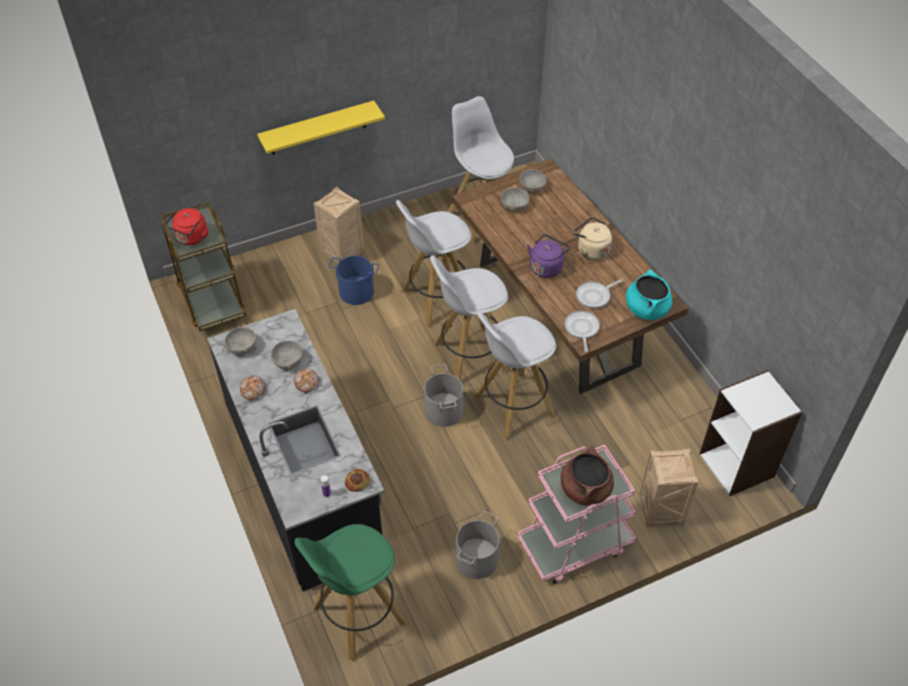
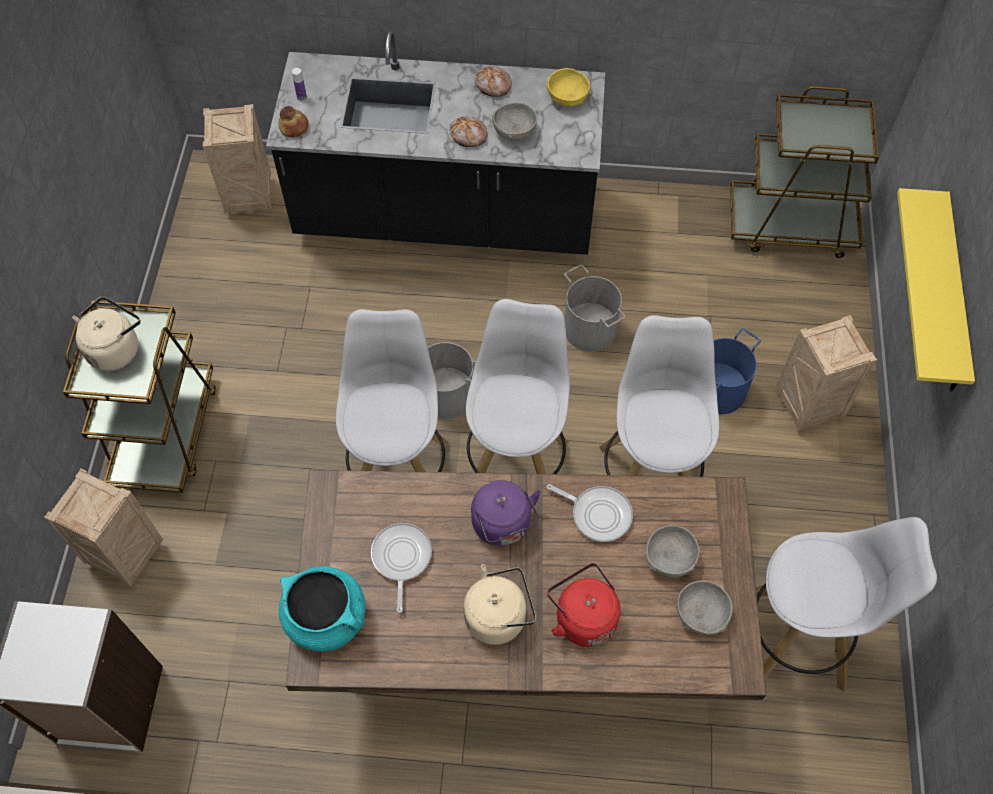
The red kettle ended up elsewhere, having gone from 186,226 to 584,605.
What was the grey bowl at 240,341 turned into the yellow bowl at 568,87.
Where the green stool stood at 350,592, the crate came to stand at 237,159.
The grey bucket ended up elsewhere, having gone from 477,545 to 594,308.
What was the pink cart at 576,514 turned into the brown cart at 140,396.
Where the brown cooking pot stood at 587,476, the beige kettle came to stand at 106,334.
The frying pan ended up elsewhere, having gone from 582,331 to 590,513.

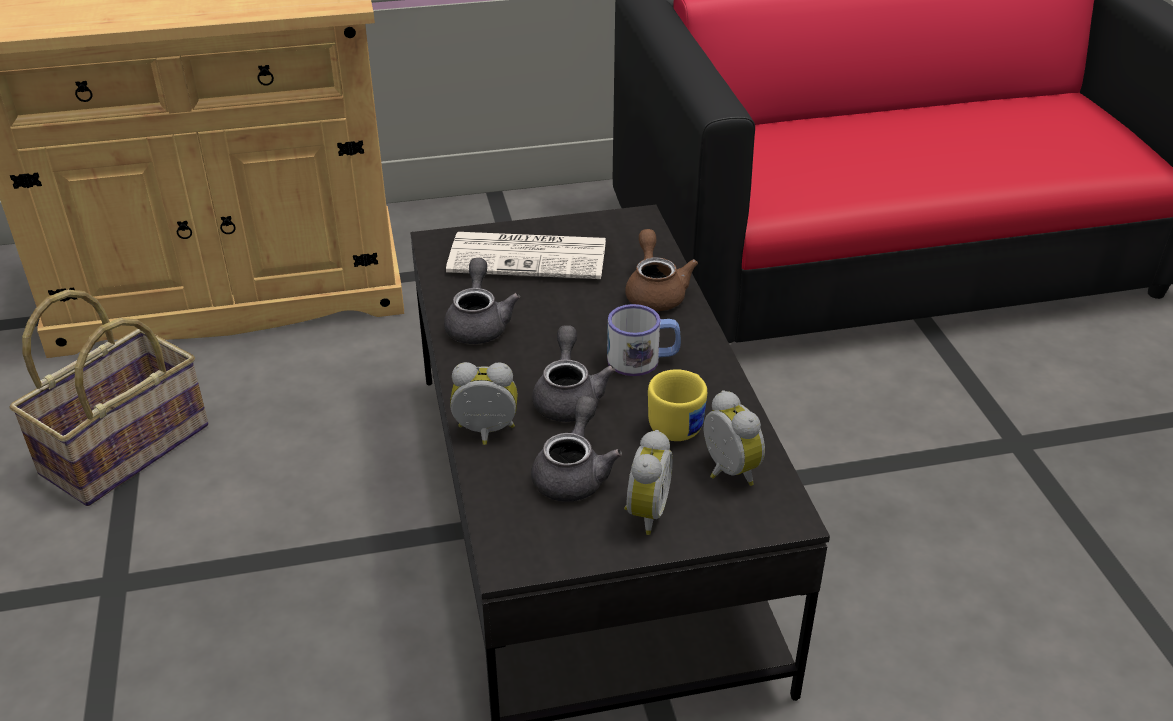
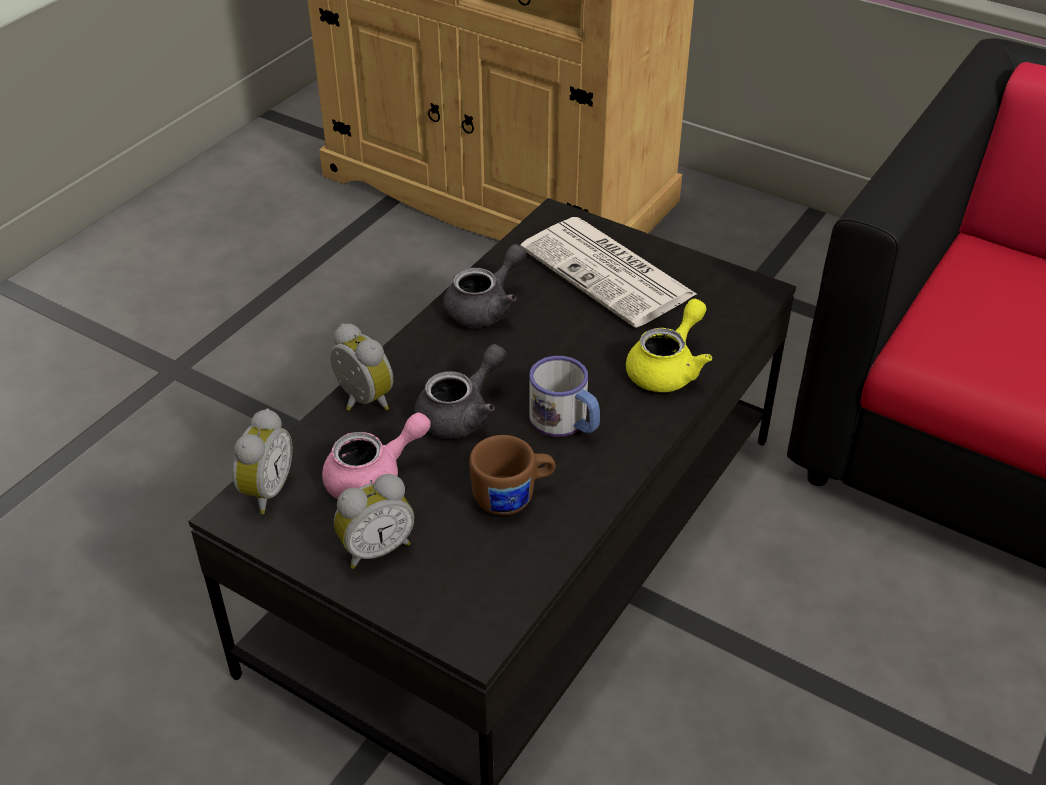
The second view lost the basket at 108,398.
What was the grey teapot at 576,449 turned into the pink teapot at 376,456.
What was the brown teapot at 662,270 turned into the yellow teapot at 669,345.
What was the yellow mug at 677,405 turned into the brown mug at 512,475.
The alarm clock ended up elsewhere, having gone from 734,438 to 262,461.

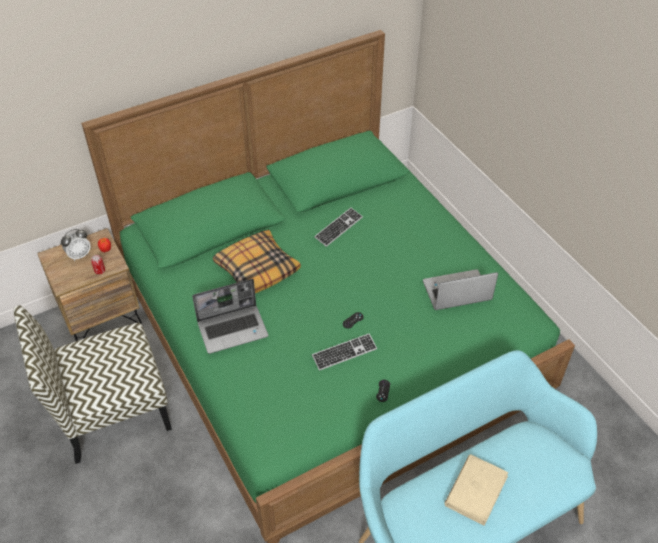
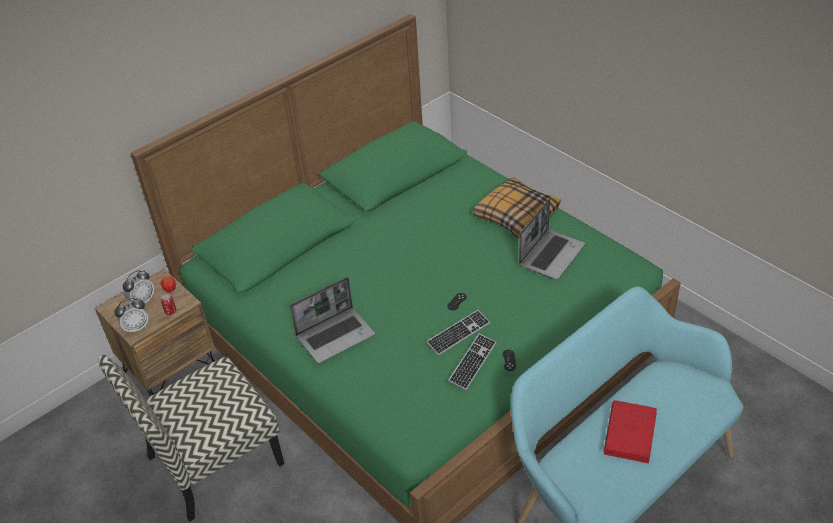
The pillow ended up elsewhere, having gone from 257,261 to 517,207.
The keyboard ended up elsewhere, having gone from 338,227 to 472,362.
The laptop at 460,289 ended up facing another way, 150 degrees clockwise from before.
What was the beige book at 476,490 turned into the red book at 630,432.
The second view gained the alarm clock at 131,316.

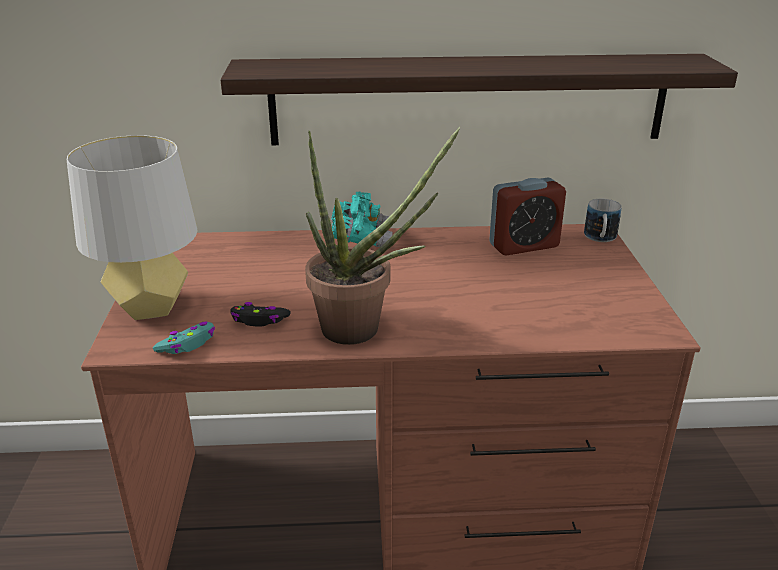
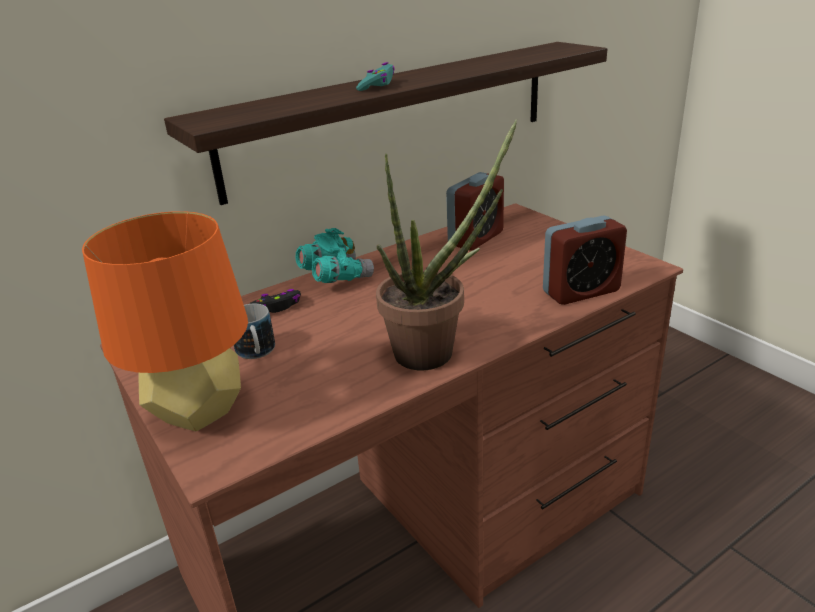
What was the grey table lamp at 132,227 turned into the orange table lamp at 165,321.
The turquoise game controller ended up elsewhere, having gone from 184,337 to 375,76.
The black game controller ended up elsewhere, having gone from 261,314 to 275,301.
The mug ended up elsewhere, having gone from 602,220 to 254,331.
The second view gained the alarm clock at 585,260.

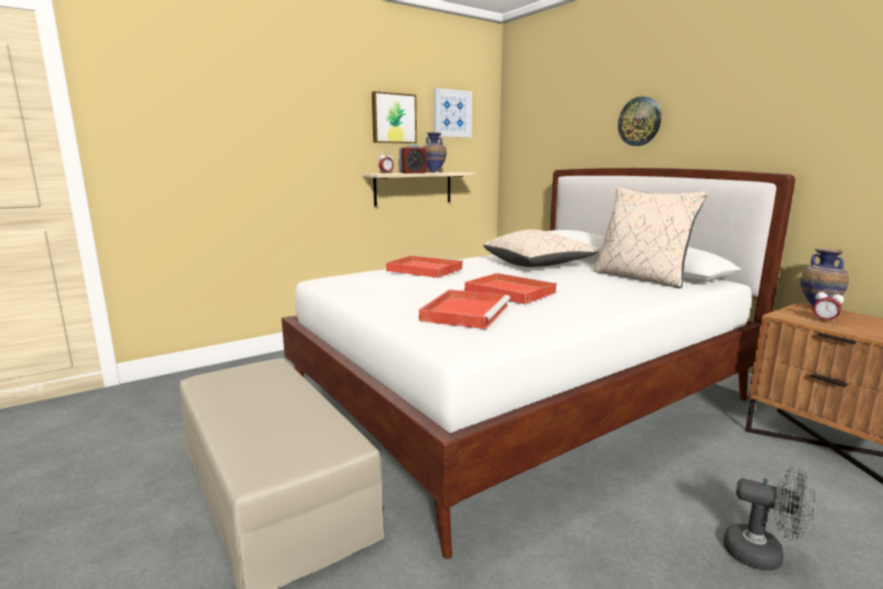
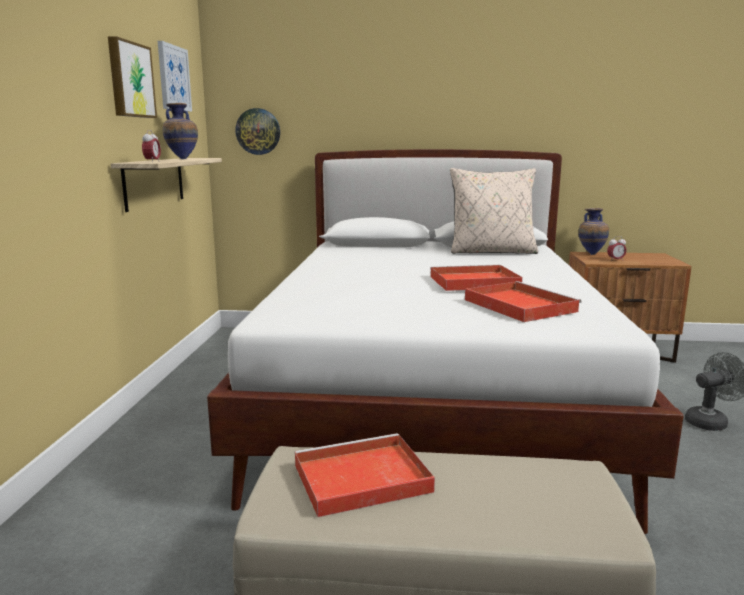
The red tray ended up elsewhere, having gone from 424,266 to 364,475.
The second view lost the alarm clock at 412,158.
The second view lost the beige pillow at 541,248.
The wall clock ended up elsewhere, having gone from 639,121 to 257,131.

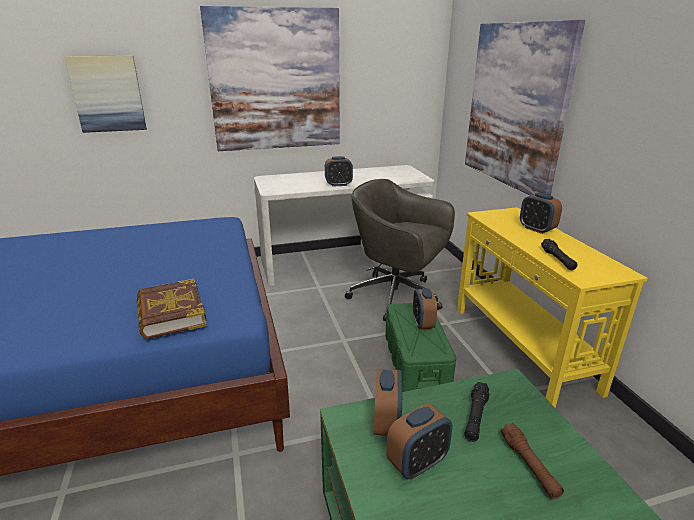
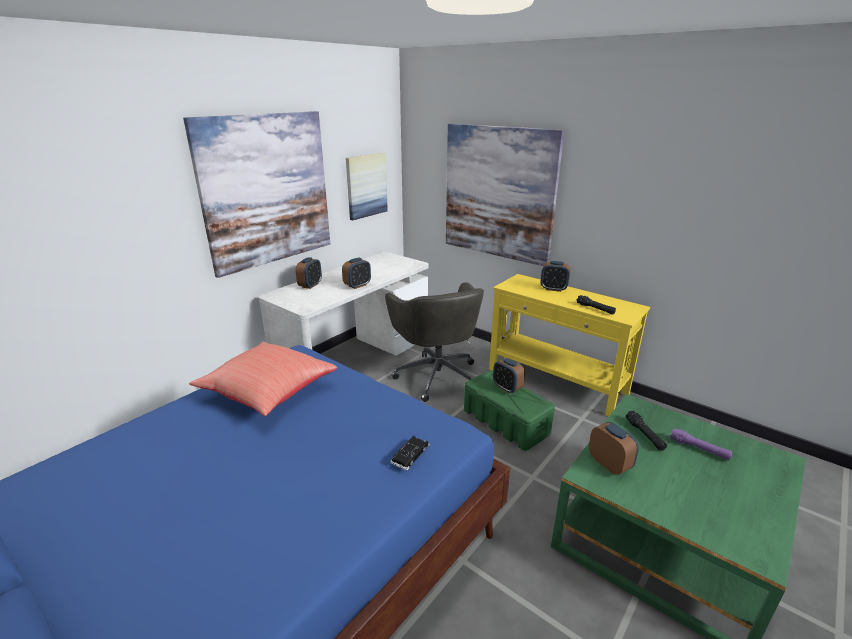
The picture ended up elsewhere, having gone from 105,94 to 367,186.
Where the book stood at 172,309, the black toy car came to stand at 410,453.
The grey office chair at 400,250 ended up facing another way, 105 degrees counterclockwise from before.
The alarm clock ended up elsewhere, having gone from 419,441 to 308,273.
What was the brown flashlight at 532,461 turned into the purple flashlight at 701,444.
The second view gained the red pillow at 263,379.

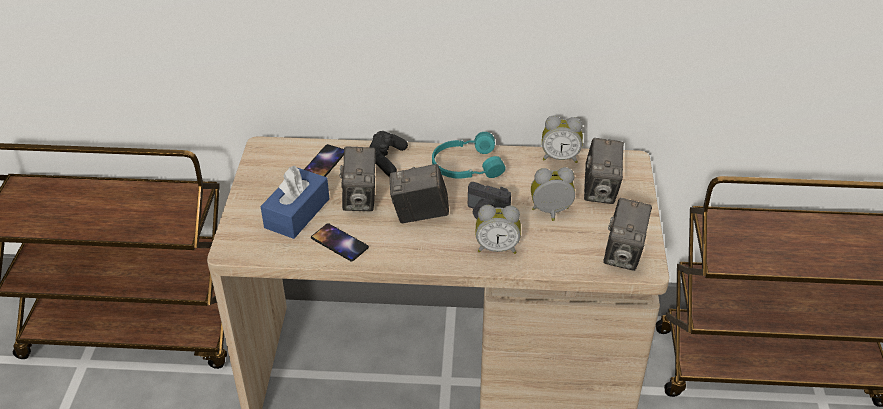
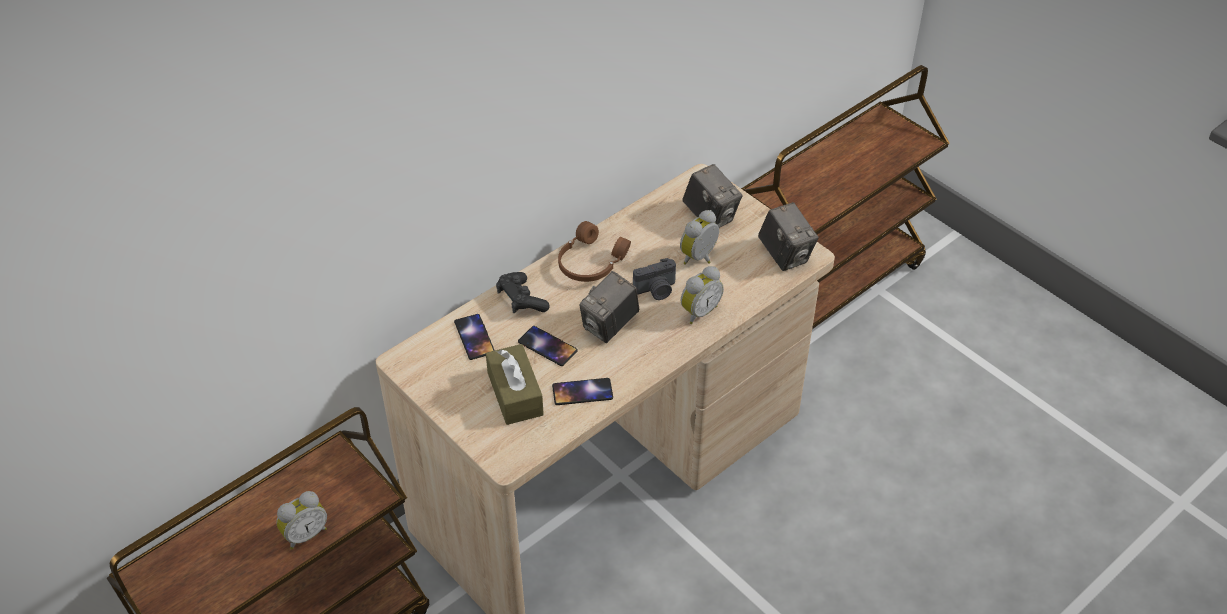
What was the blue tissue box at 295,202 turned into the brown tissue box at 515,384.
Where the photo camera stood at 357,179, the phone came to stand at 548,346.
What was the turquoise headphones at 469,155 turned into the brown headphones at 594,251.
The alarm clock ended up elsewhere, having gone from 562,139 to 301,520.

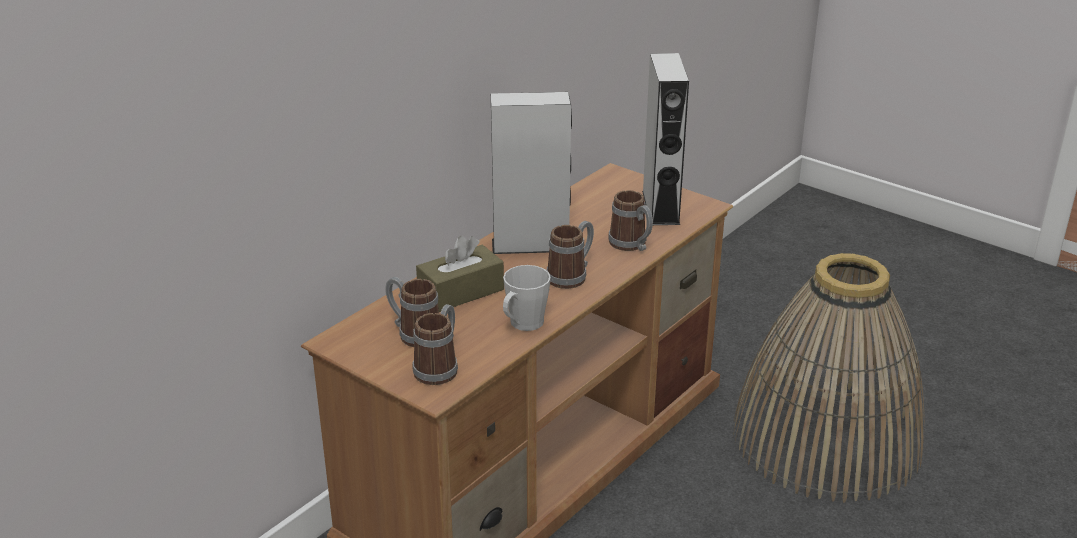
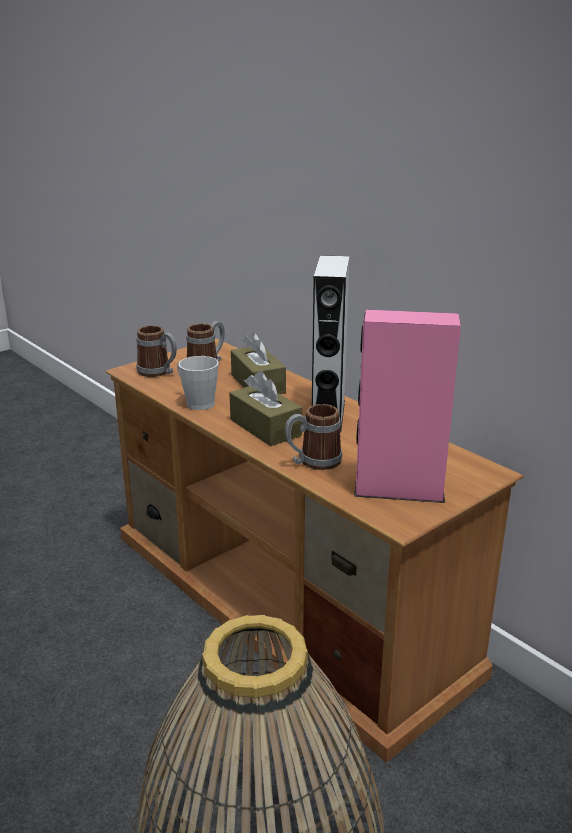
Where the mug stood at 570,255, the brown tissue box came to stand at 266,408.
What was the grey speaker at 665,139 turned into the pink speaker at 407,406.

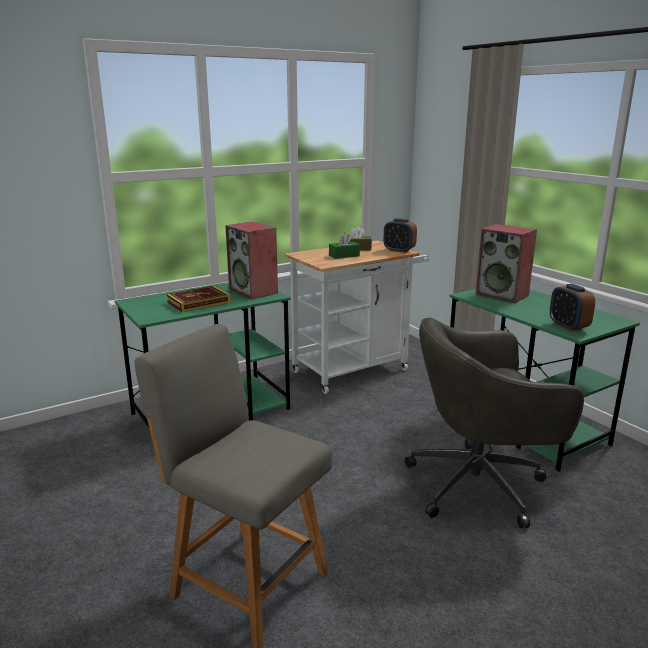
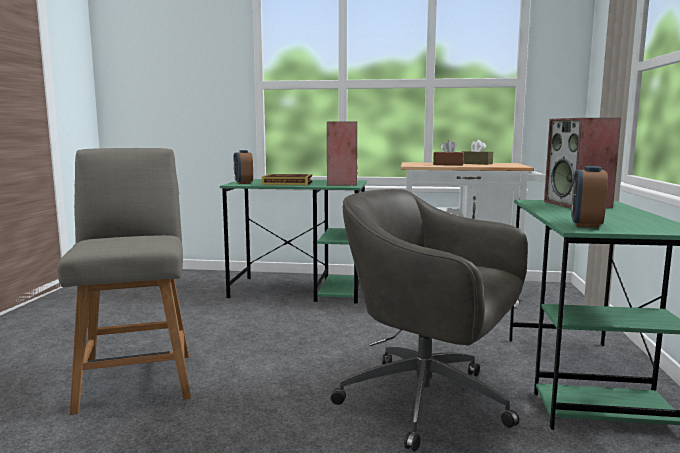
What was the green tissue box at 344,246 turned into the brown tissue box at 448,152.
The alarm clock ended up elsewhere, having gone from 400,235 to 243,167.

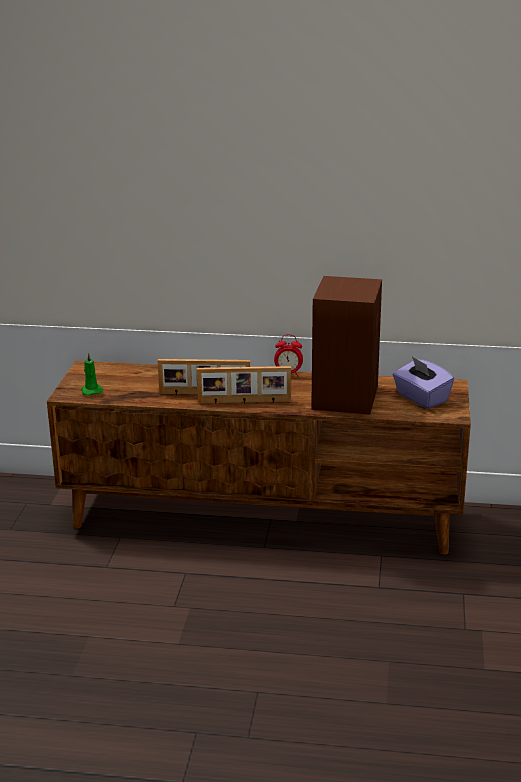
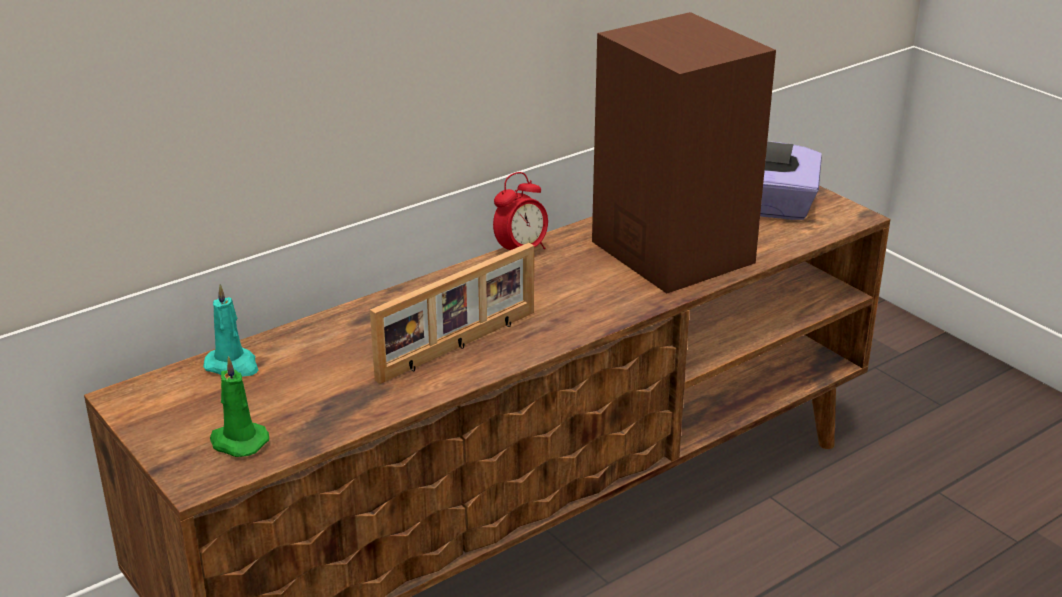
The second view lost the picture frame at 244,385.
The second view gained the turquoise candle at 230,330.

